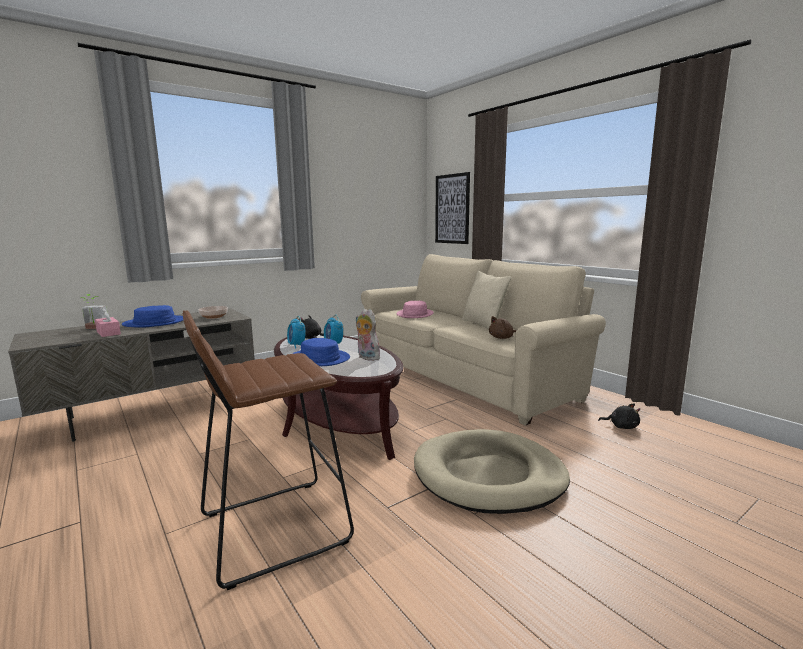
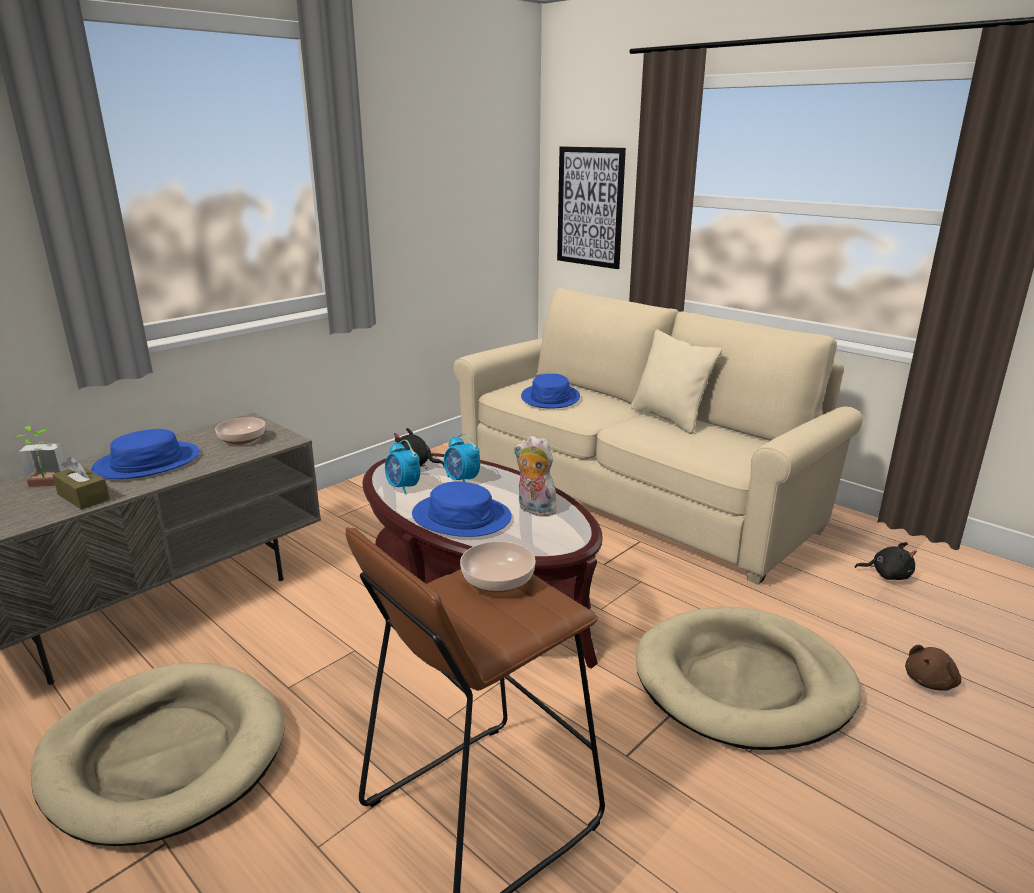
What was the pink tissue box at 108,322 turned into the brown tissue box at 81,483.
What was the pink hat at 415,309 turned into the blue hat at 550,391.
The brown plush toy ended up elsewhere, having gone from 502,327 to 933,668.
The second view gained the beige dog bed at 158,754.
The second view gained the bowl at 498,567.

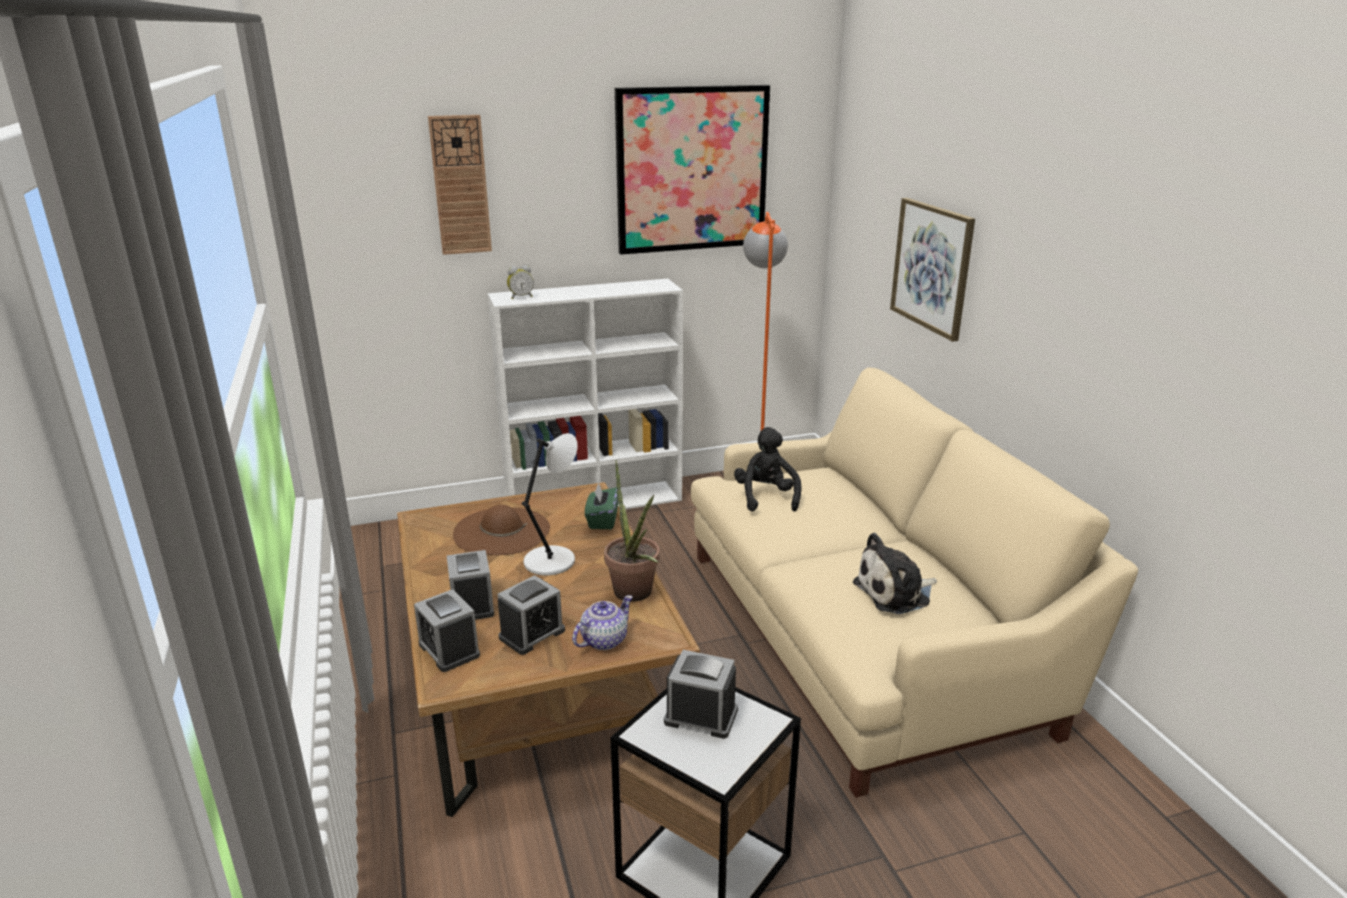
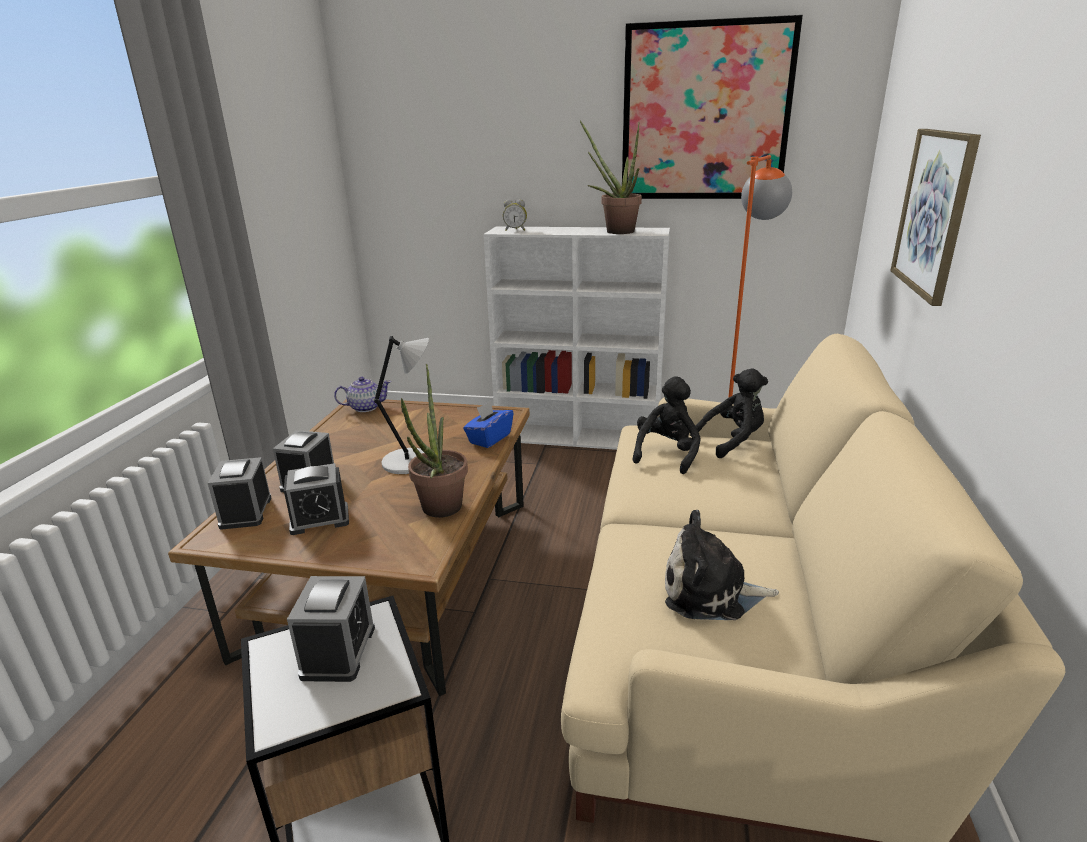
The second view lost the wall clock at 460,185.
The second view lost the brown hat at 501,530.
The teapot ended up elsewhere, having gone from 602,622 to 362,394.
What was the green tissue box at 602,506 turned into the blue tissue box at 488,424.
The alarm clock at 701,694 ended up facing another way, 45 degrees clockwise from before.
The second view gained the potted plant at 611,177.
The second view gained the black plush toy at 729,413.

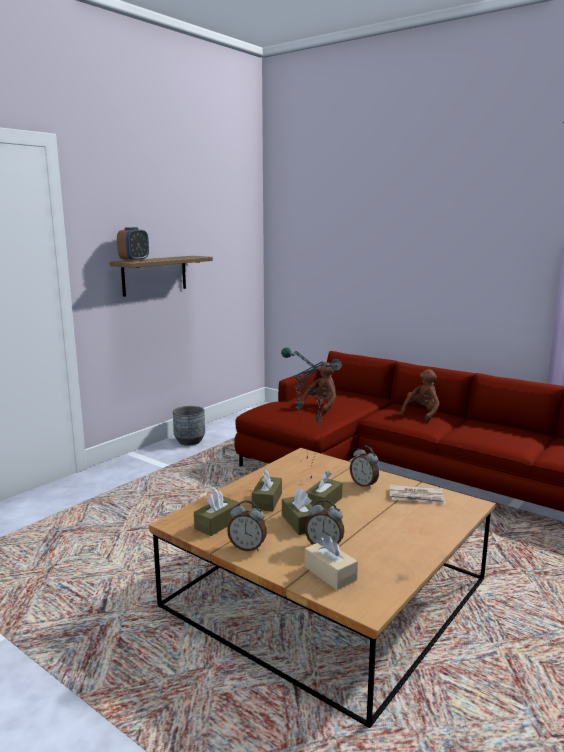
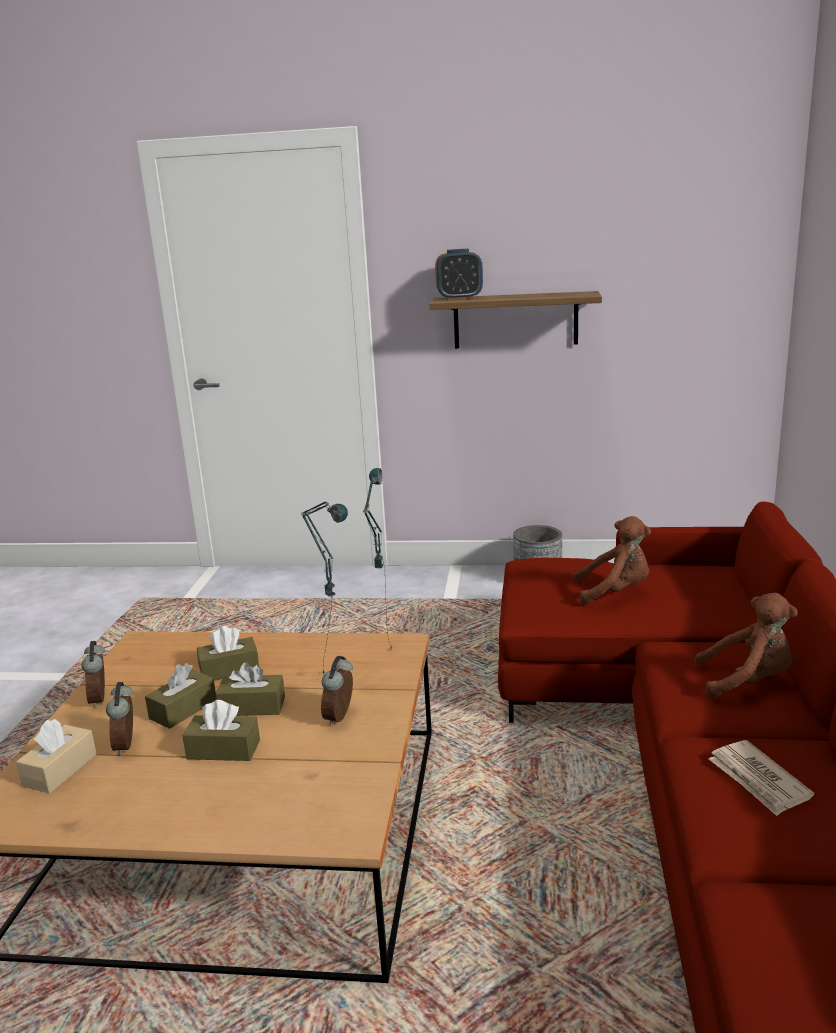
The brown tissue box ended up elsewhere, having gone from 217,513 to 221,730.
The newspaper ended up elsewhere, having gone from 417,494 to 761,778.

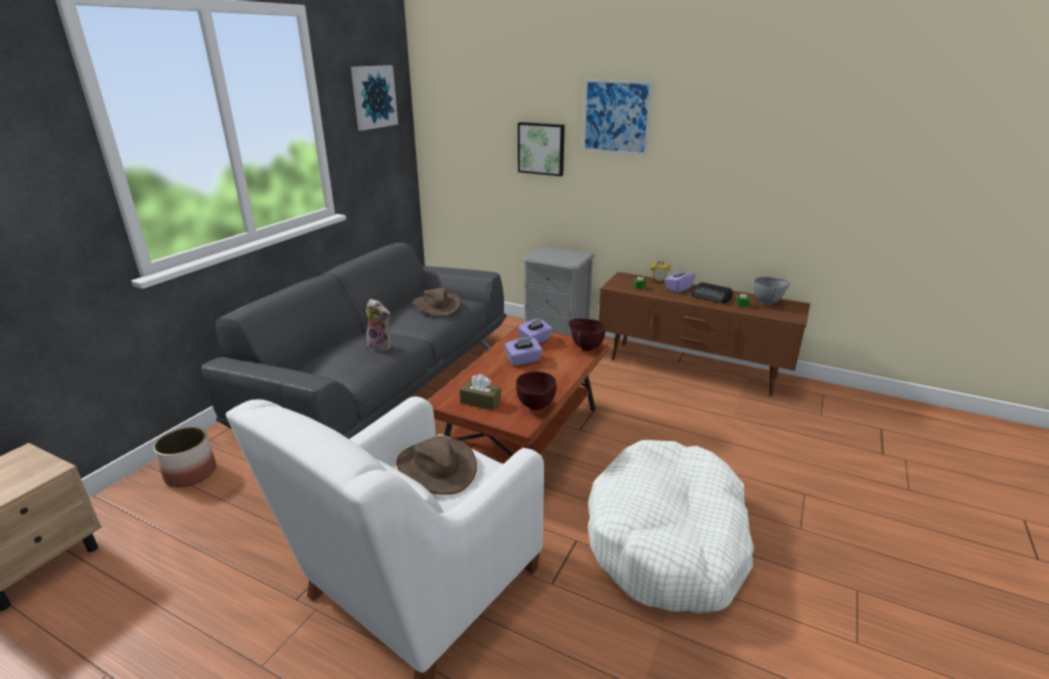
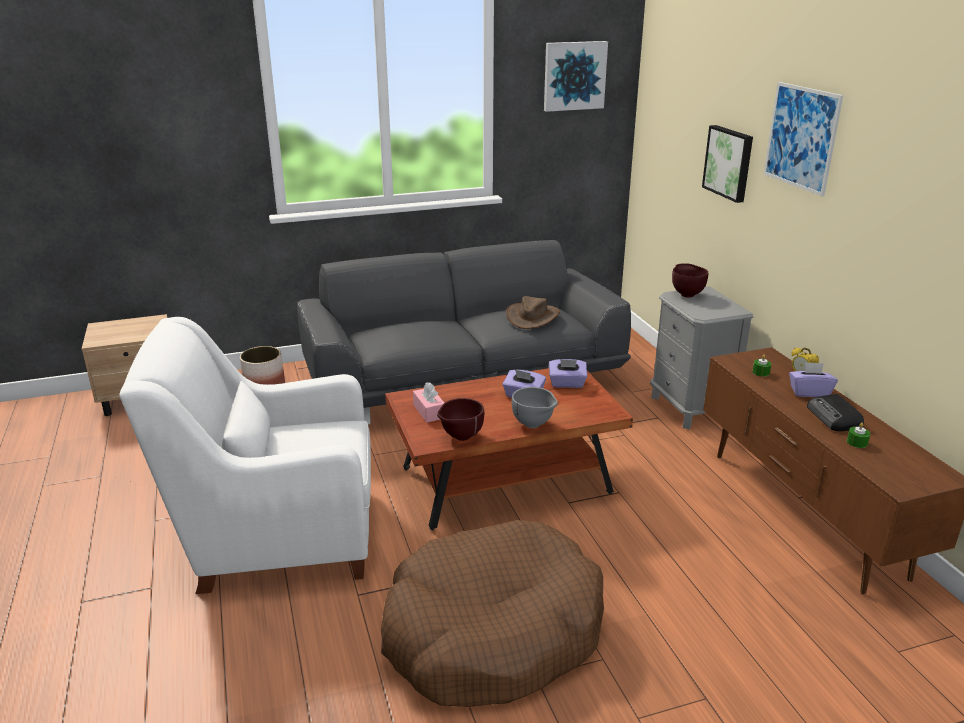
The second view lost the plush toy at 378,325.
The second view lost the brown hat at 436,465.
What was the brown tissue box at 480,392 turned into the pink tissue box at 428,402.
The brown bowl ended up elsewhere, having gone from 587,335 to 690,280.
What was the white dog bed at 671,527 turned into the brown dog bed at 492,613.
The grey bowl ended up elsewhere, having gone from 771,291 to 535,407.

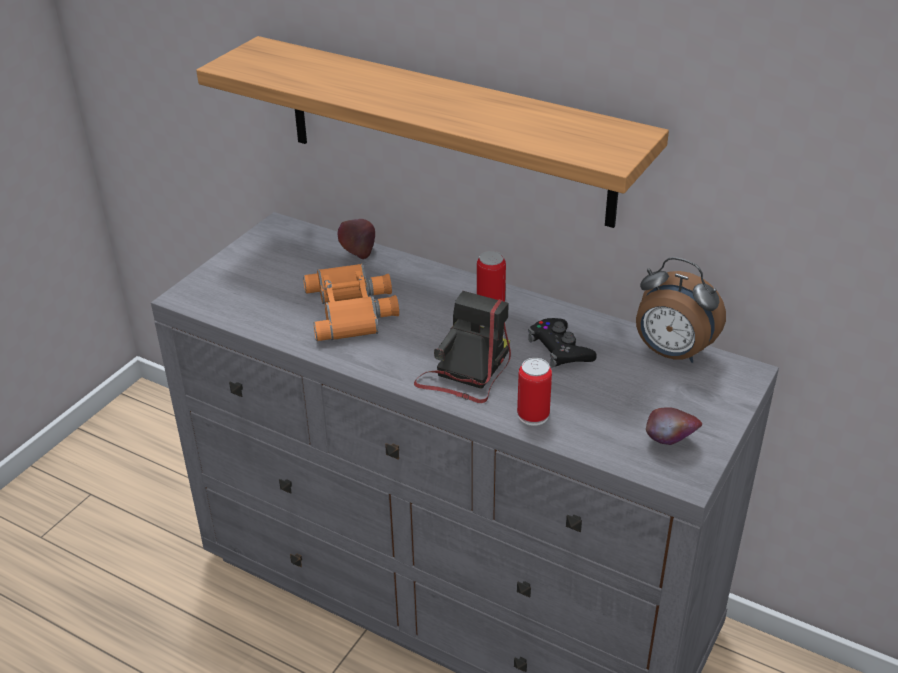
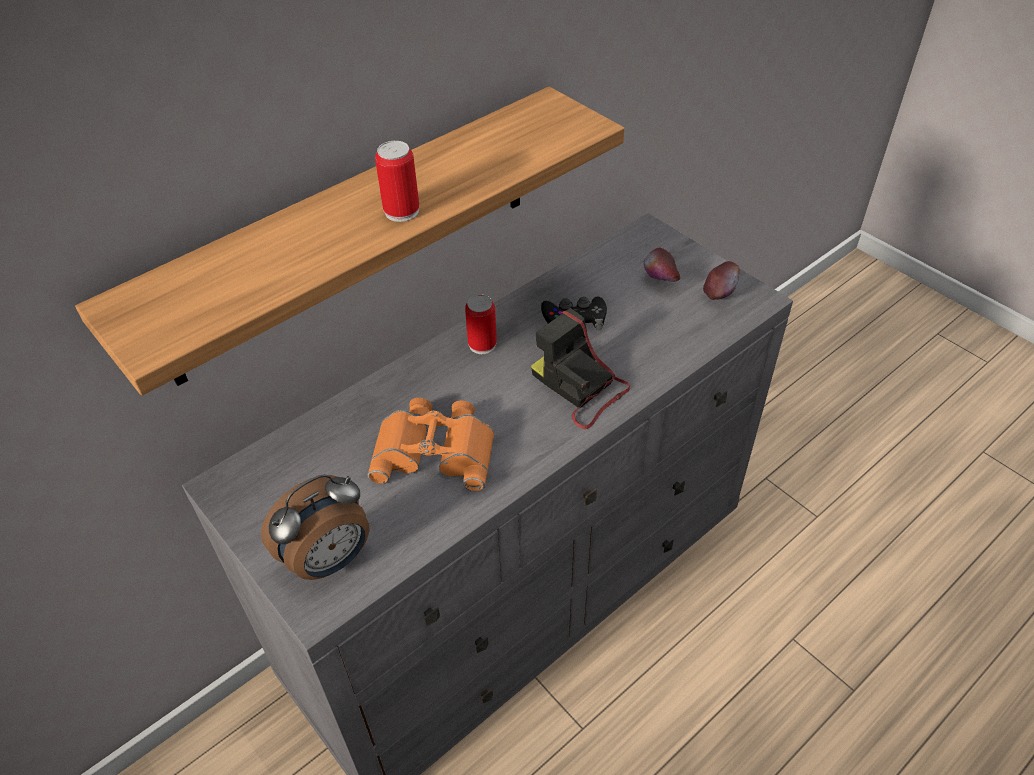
The apple ended up elsewhere, having gone from 356,239 to 662,265.
The can ended up elsewhere, having gone from 534,392 to 397,181.
The alarm clock ended up elsewhere, having gone from 681,310 to 315,527.

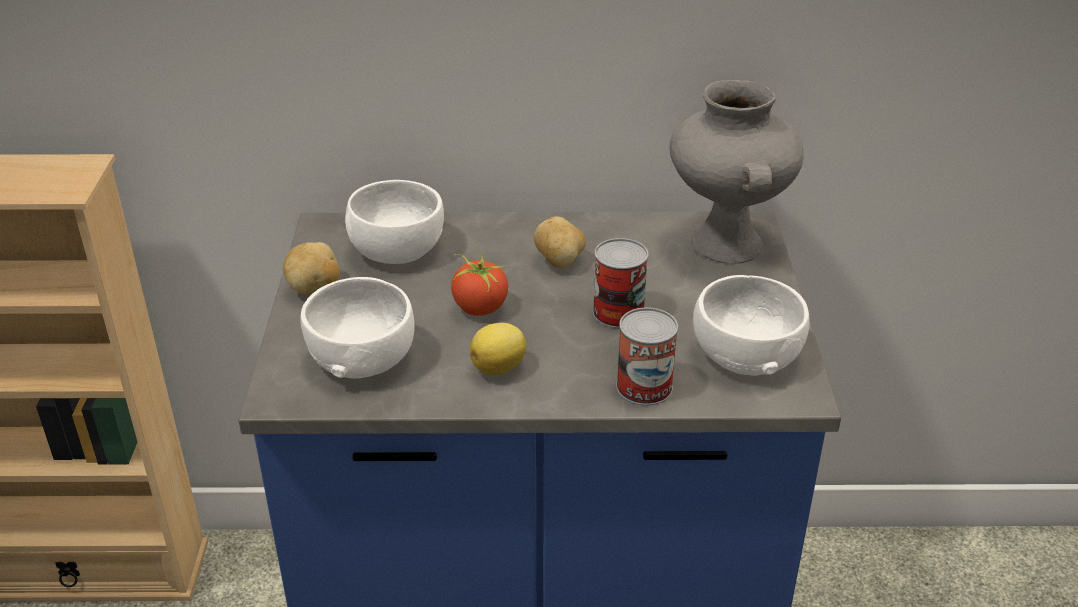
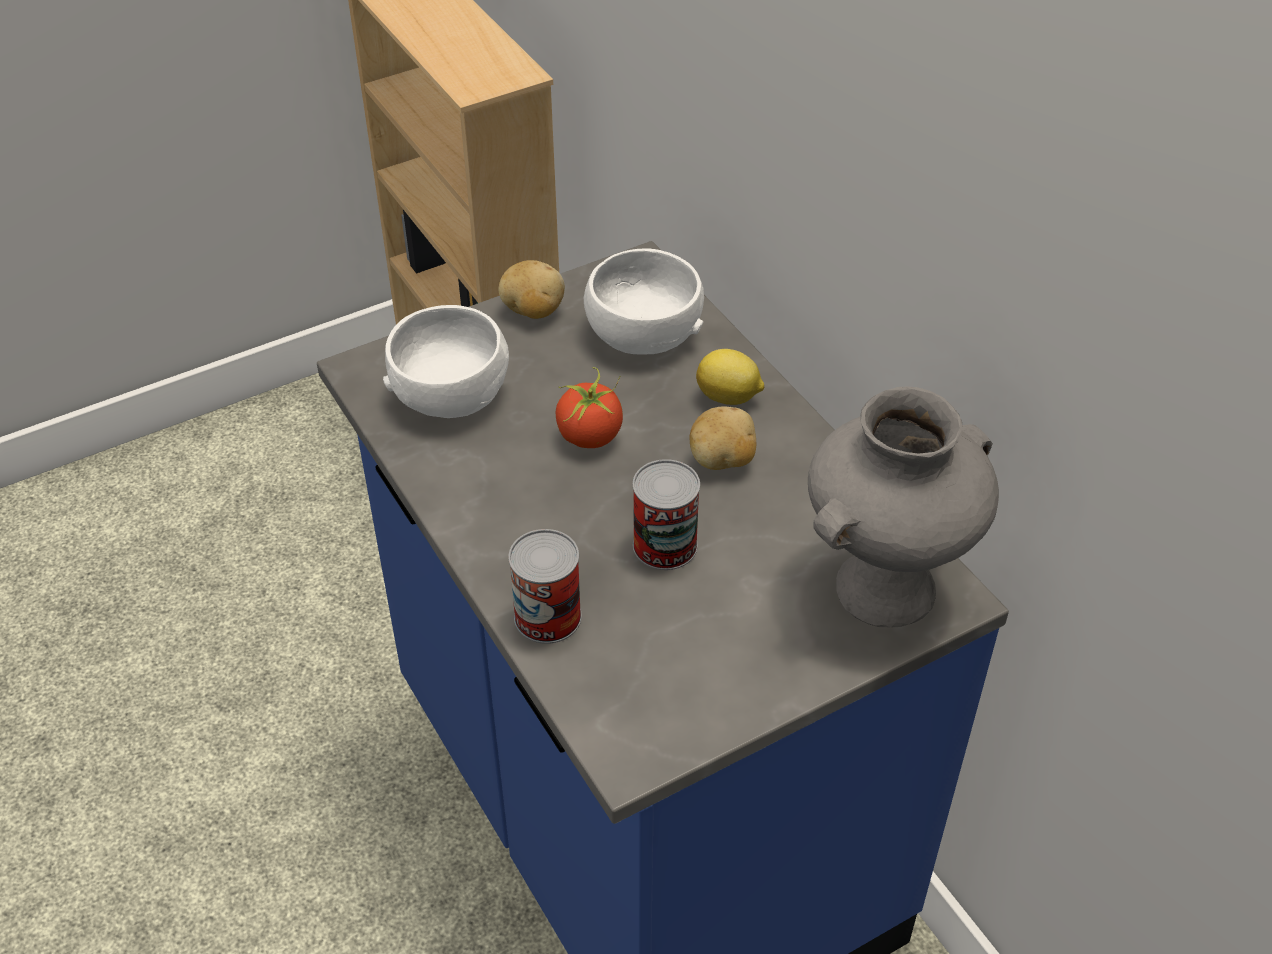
The lemon ended up elsewhere, having gone from 498,349 to 730,377.
The second view lost the white bowl at 751,325.

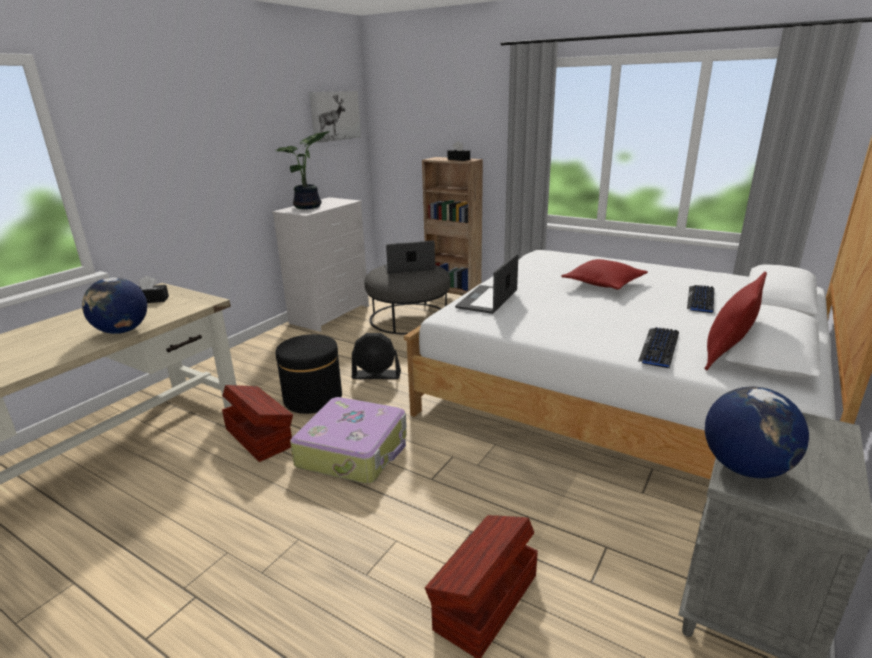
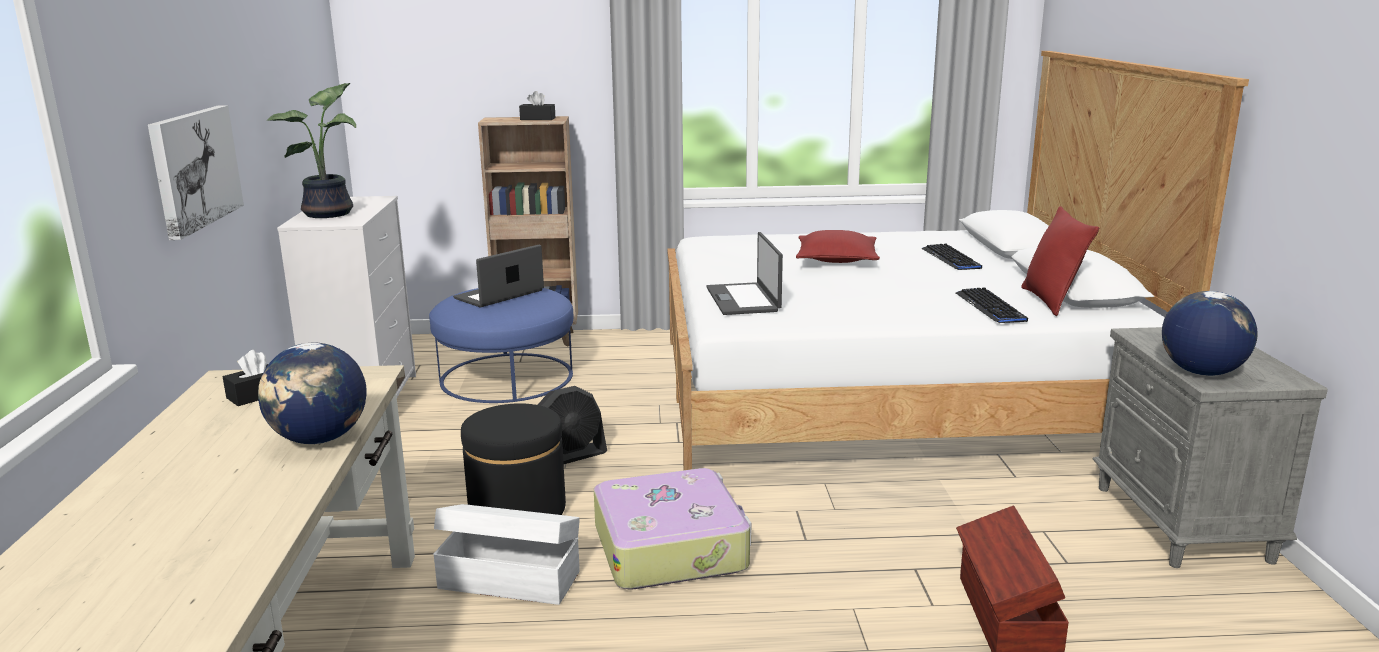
What was the brown storage box at 257,423 turned into the white storage box at 507,554.
The picture ended up elsewhere, having gone from 335,117 to 196,172.
What was the grey ottoman at 407,300 turned into the blue ottoman at 501,345.

